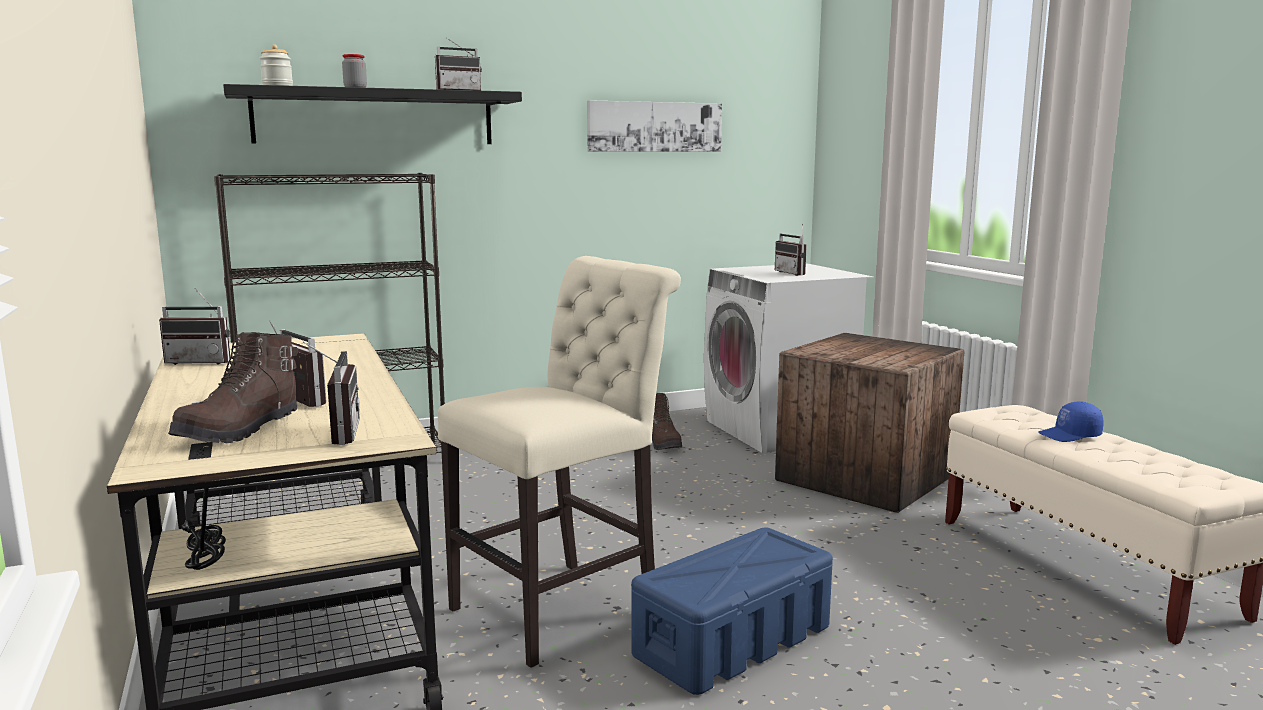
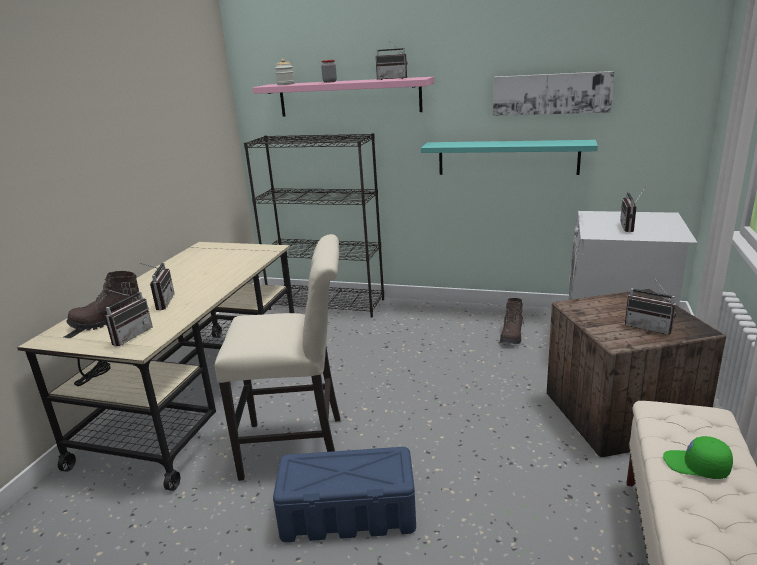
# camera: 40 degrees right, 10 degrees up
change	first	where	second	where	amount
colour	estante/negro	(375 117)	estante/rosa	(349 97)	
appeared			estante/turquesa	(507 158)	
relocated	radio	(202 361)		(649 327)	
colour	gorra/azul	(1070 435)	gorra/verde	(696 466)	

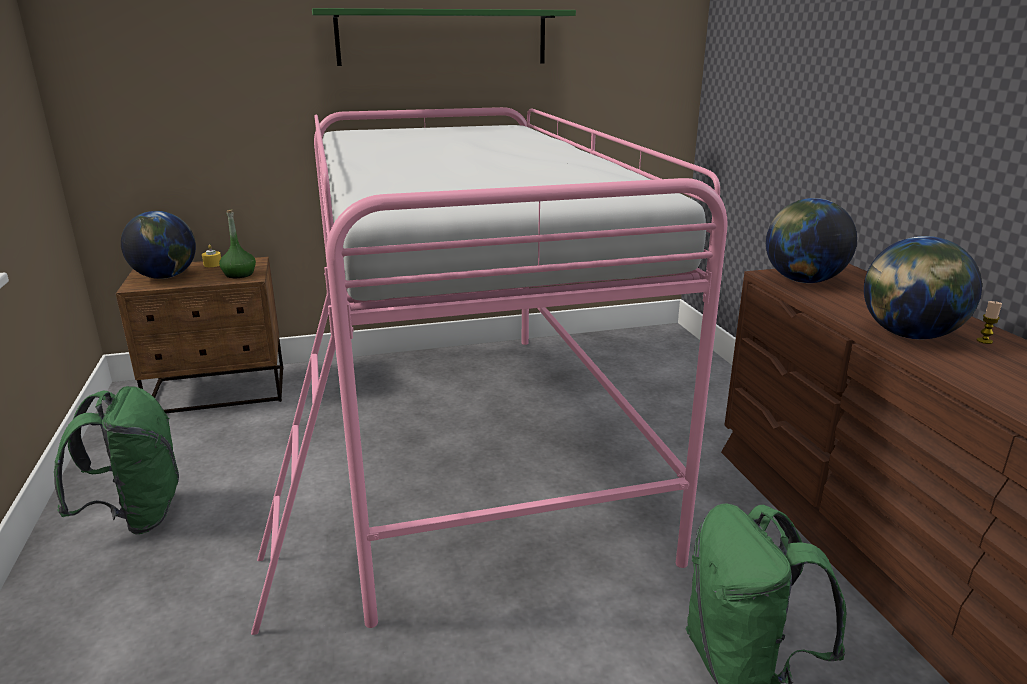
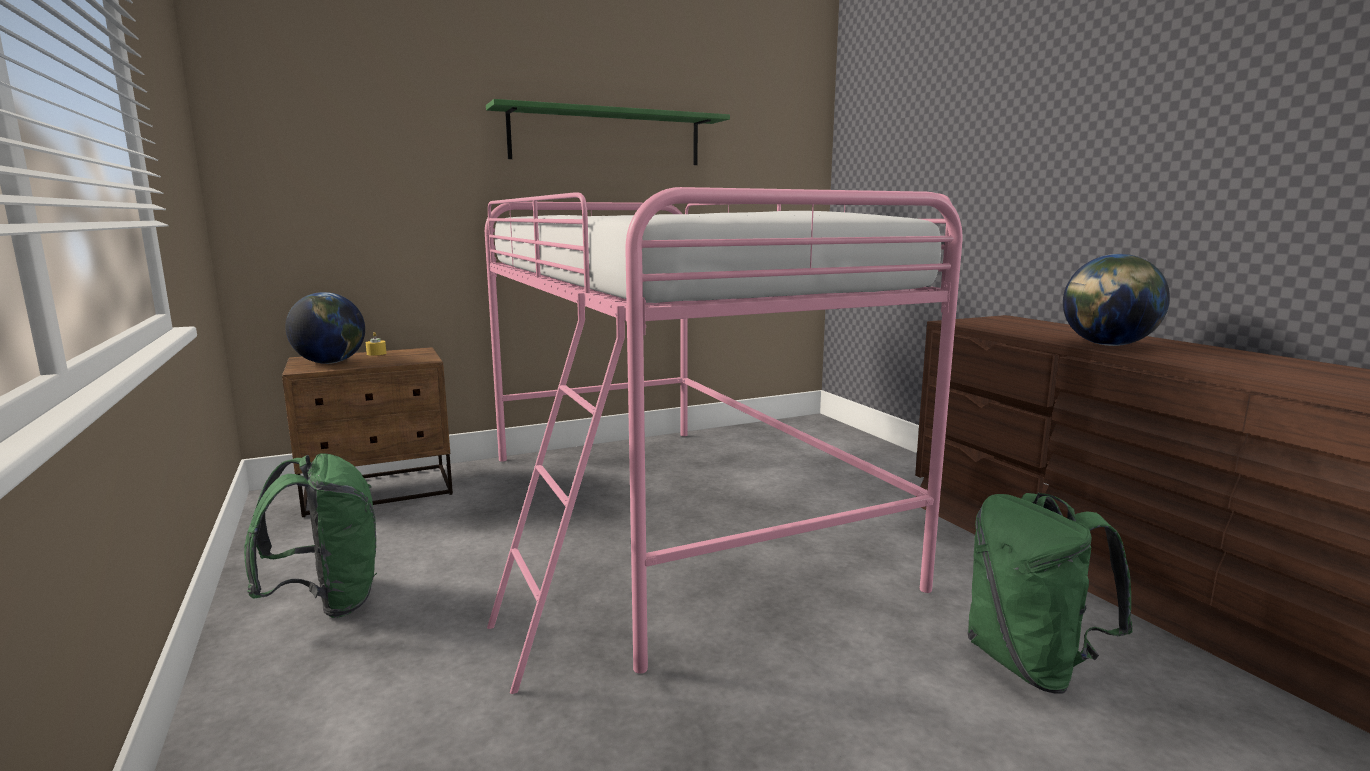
# camera: 10 degrees left, 10 degrees down
change	first	where	second	where	amount
missing	botella/verde	(239 274)			
missing	globo terráqueo	(803 280)			
missing	vela	(984 341)			

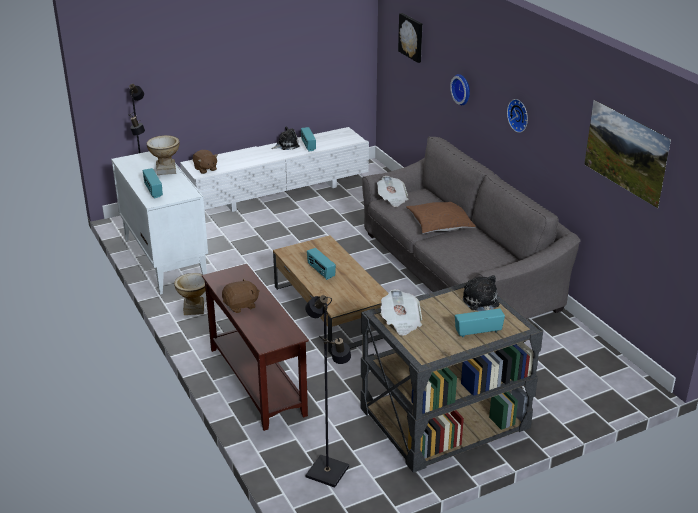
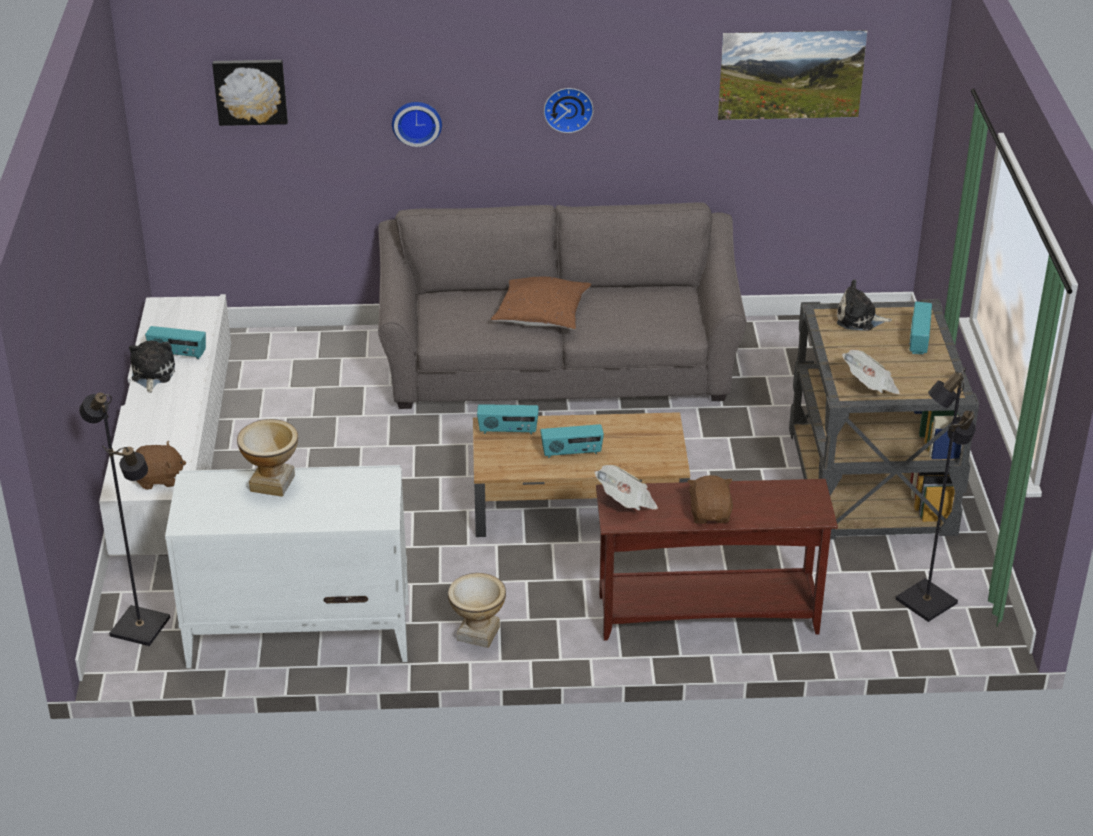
# camera: 65 degrees left, 5 degrees up
change	first	where	second	where	amount
relocated	radio	(153 191)		(508 431)	
relocated	periódico	(392 199)		(626 502)	

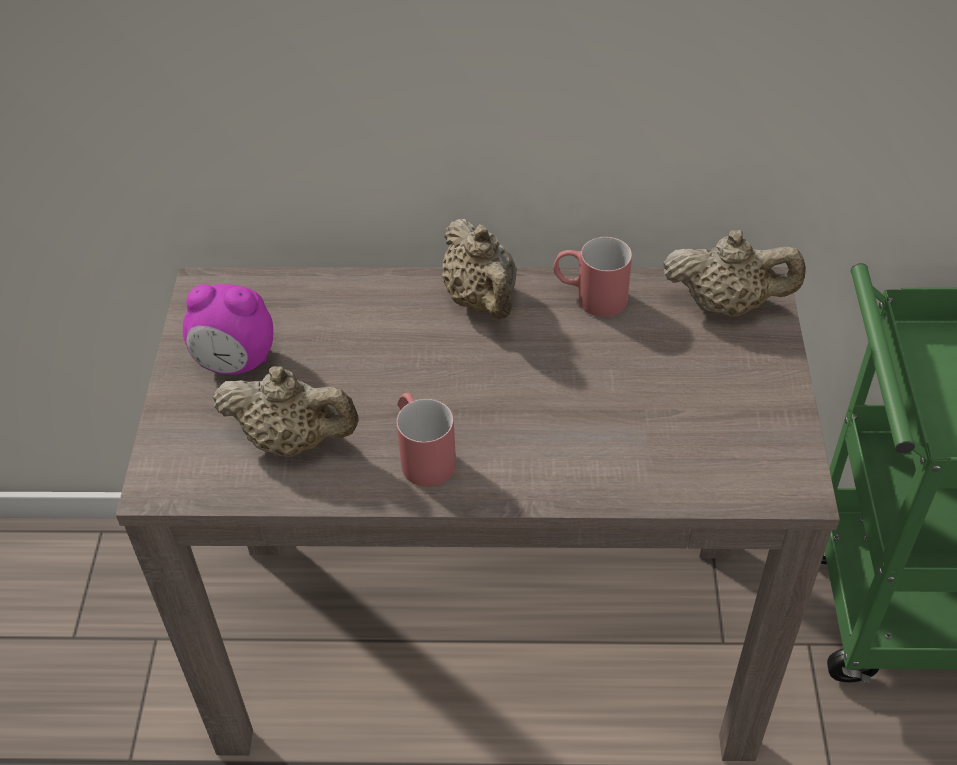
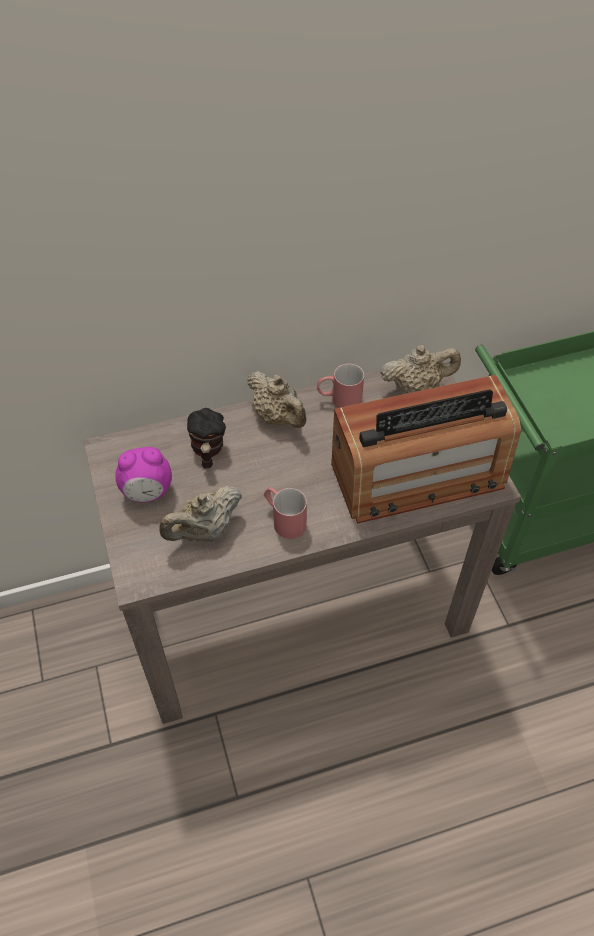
# camera: 20 degrees left, 5 degrees up
change	first	where	second	where	amount
spun	tetera/beis	(293 440)		(204 531)	150 degrees clockwise
appeared			taza grande	(207 451)	
appeared			radio	(418 475)	

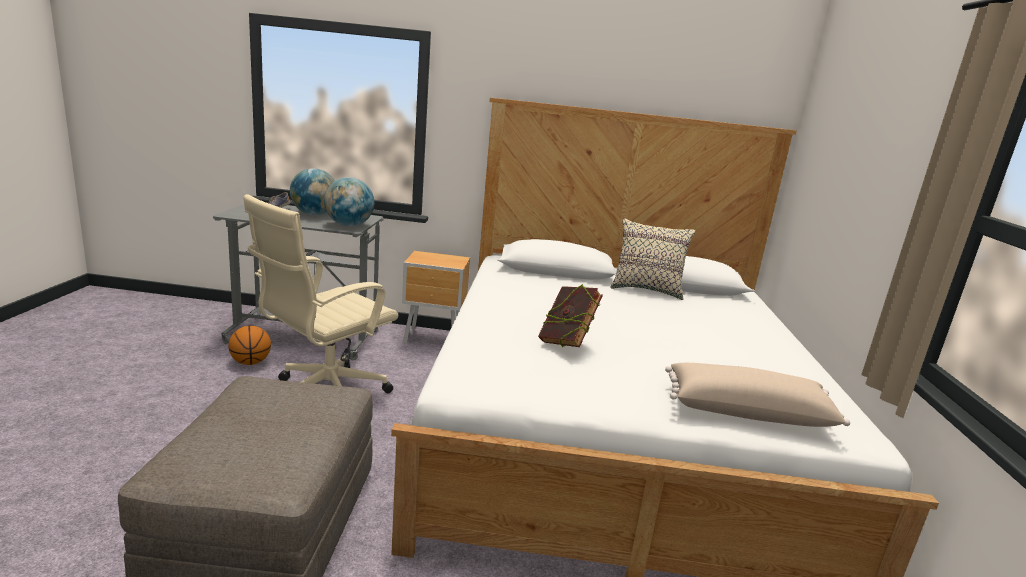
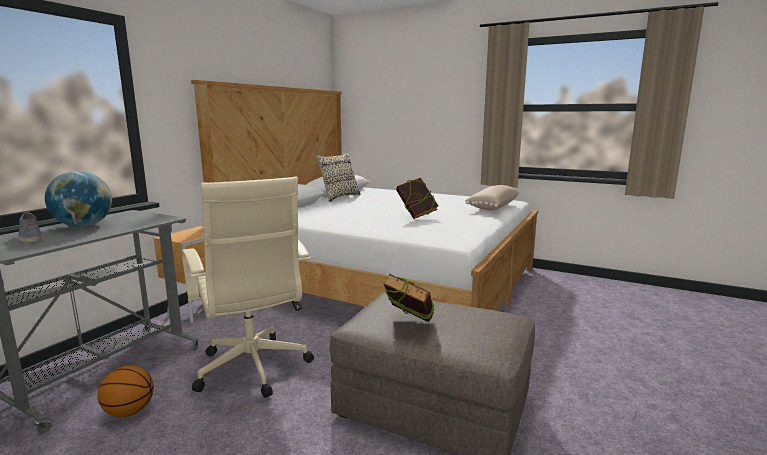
# camera: 65 degrees left, 5 degrees down
change	first	where	second	where	amount
appeared			libro	(409 326)	
missing	globo terráqueo	(349 225)			

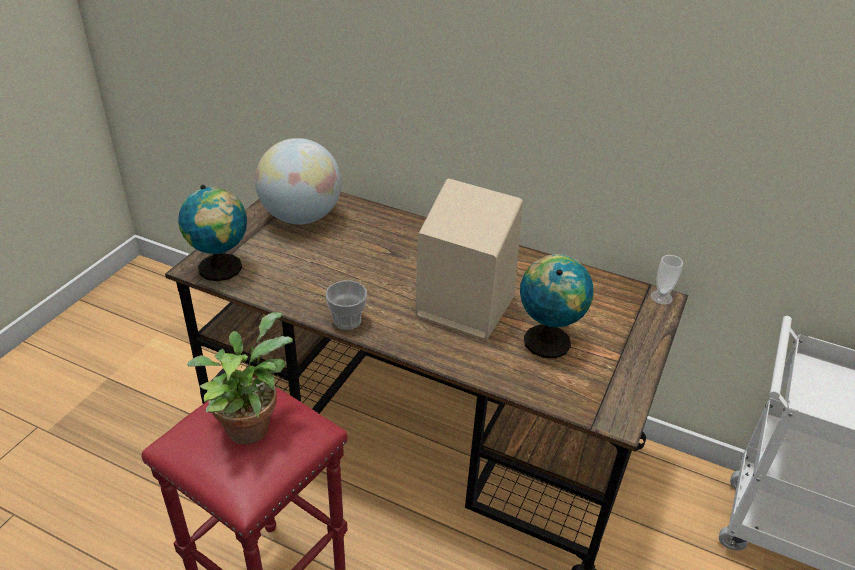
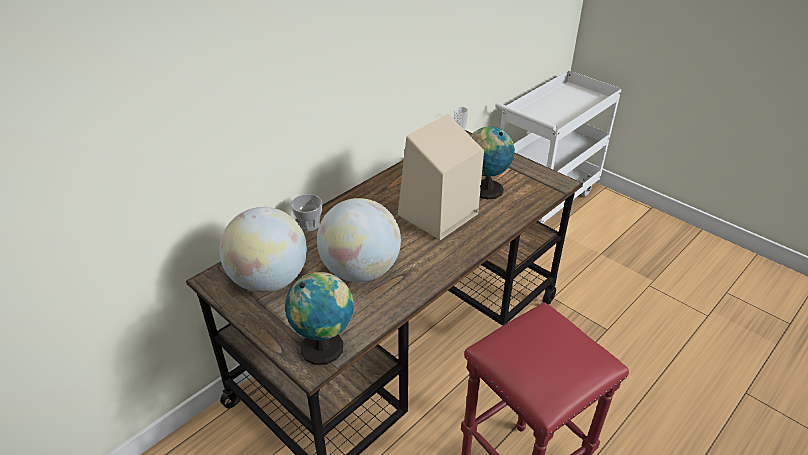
# camera: 70 degrees left, 0 degrees up
change	first	where	second	where	amount
relocated	taza	(347 320)		(309 224)	
appeared			globo terráqueo	(360 271)	
missing	planta en maceta	(249 423)			

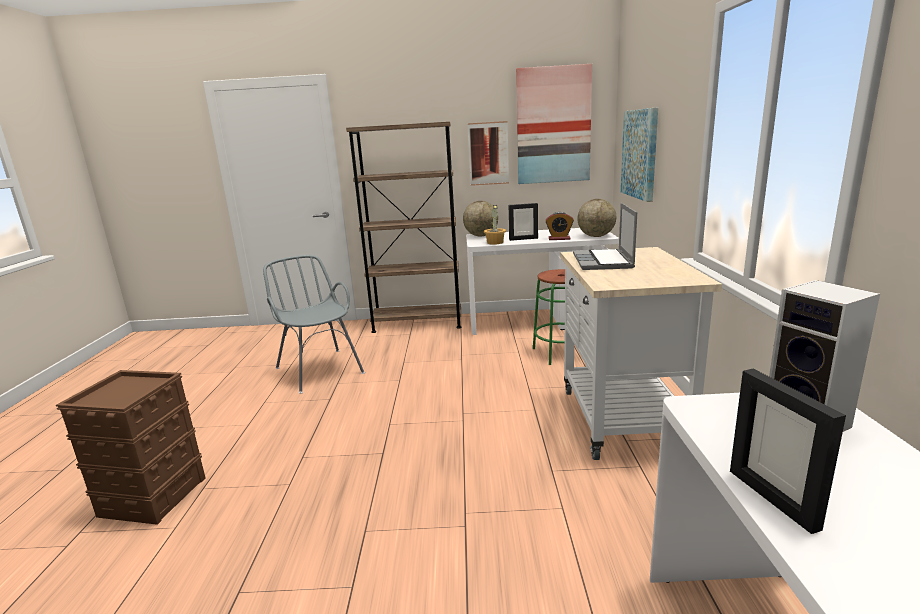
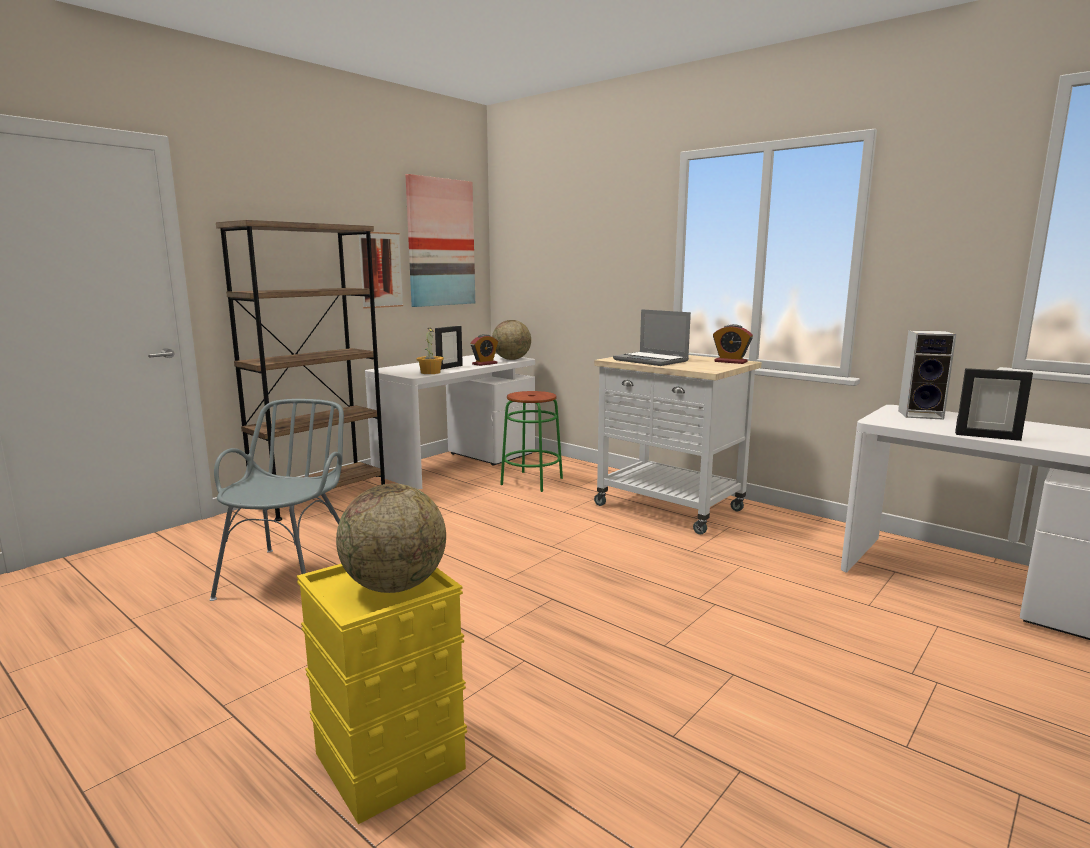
# camera: 50 degrees left, 5 degrees down
change	first	where	second	where	amount
spun	silla/gris	(318 369)		(292 573)	90 degrees clockwise
colour	caja de almacenaje/marrón	(153 496)	caja de almacenaje/amarillo	(387 761)	
relocated	globo terráqueo	(481 236)		(395 586)	
appeared			despertador	(730 362)	
missing	cuadro	(640 154)			

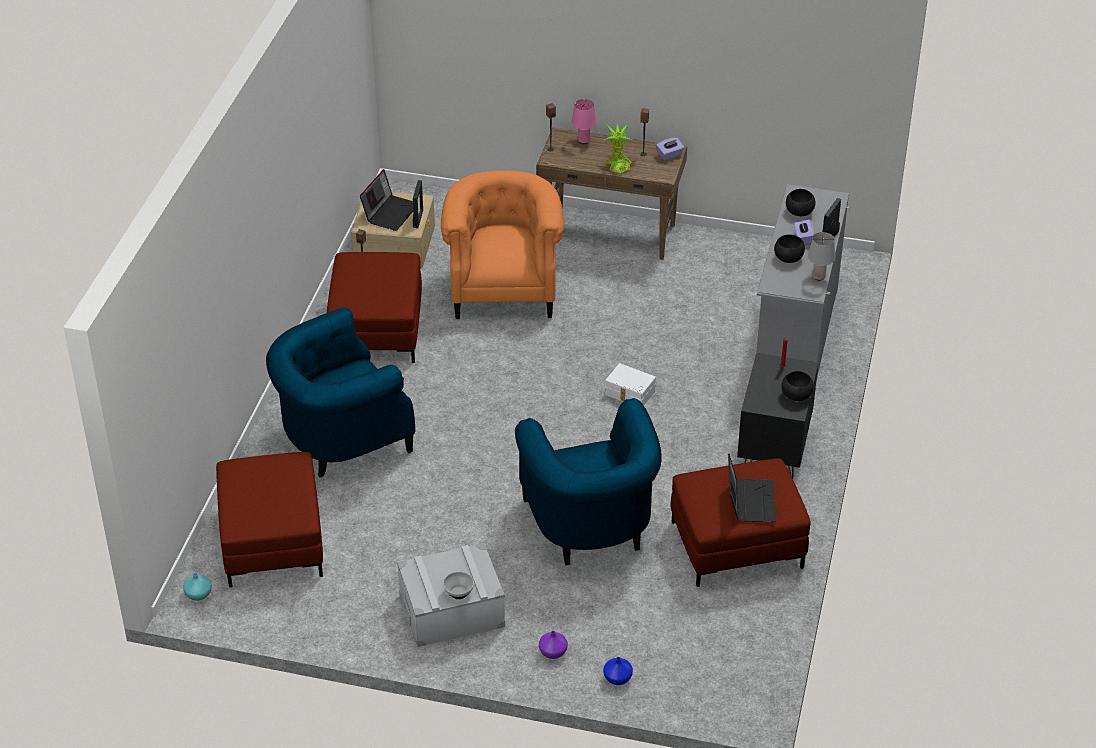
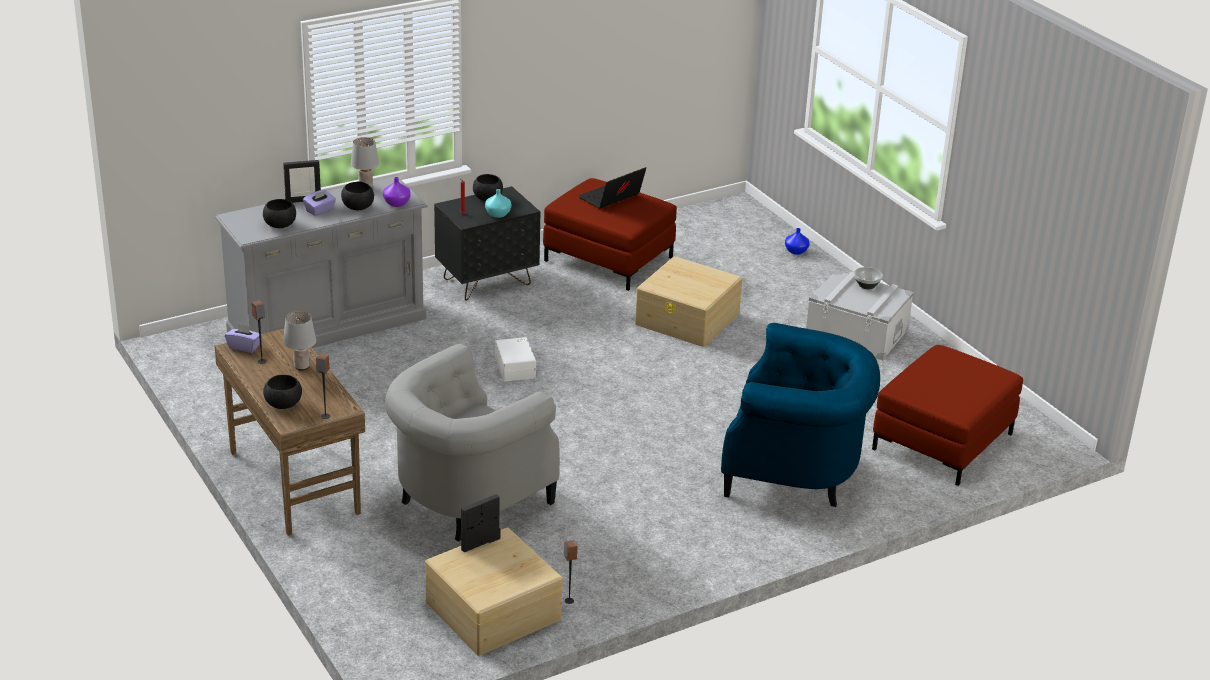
# camera: 135 degrees left, 10 degrees down
change	first	where	second	where	amount
exchanged	lámpara de mesa/rosa	(584 141)	cuenco/negro	(283 404)	
exchanged	planta en maceta	(617 165)	lámpara de mesa/gris	(302 367)	
relocated	florero/morado	(553 652)		(396 203)	
colour	sillón/naranja	(503 287)	sillón/gris	(468 501)	
relocated	florero/turquesa	(199 594)		(497 214)	
exchanged	sillón/azul	(589 526)	caja de almacenaje/beis	(688 319)	
missing	puf/rojo	(377 330)			
missing	portátil	(390 212)			

